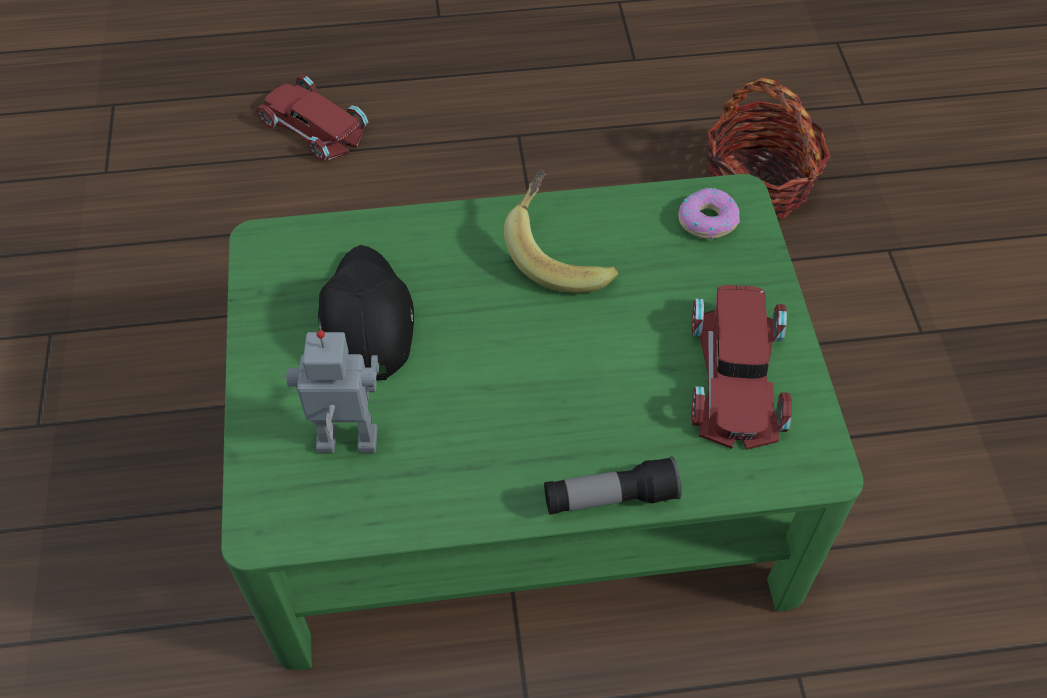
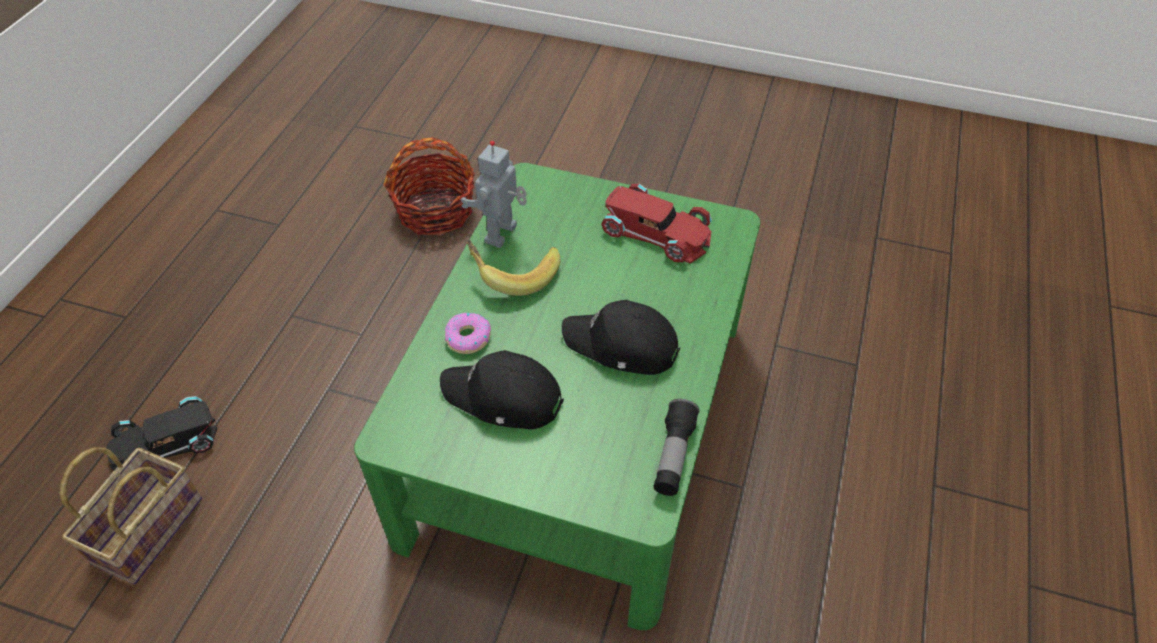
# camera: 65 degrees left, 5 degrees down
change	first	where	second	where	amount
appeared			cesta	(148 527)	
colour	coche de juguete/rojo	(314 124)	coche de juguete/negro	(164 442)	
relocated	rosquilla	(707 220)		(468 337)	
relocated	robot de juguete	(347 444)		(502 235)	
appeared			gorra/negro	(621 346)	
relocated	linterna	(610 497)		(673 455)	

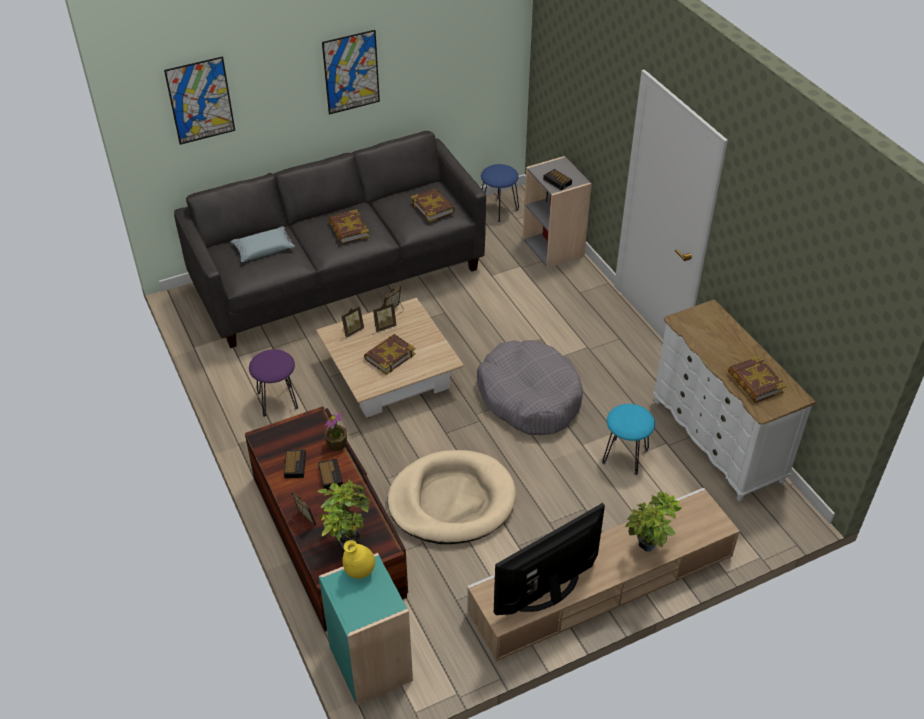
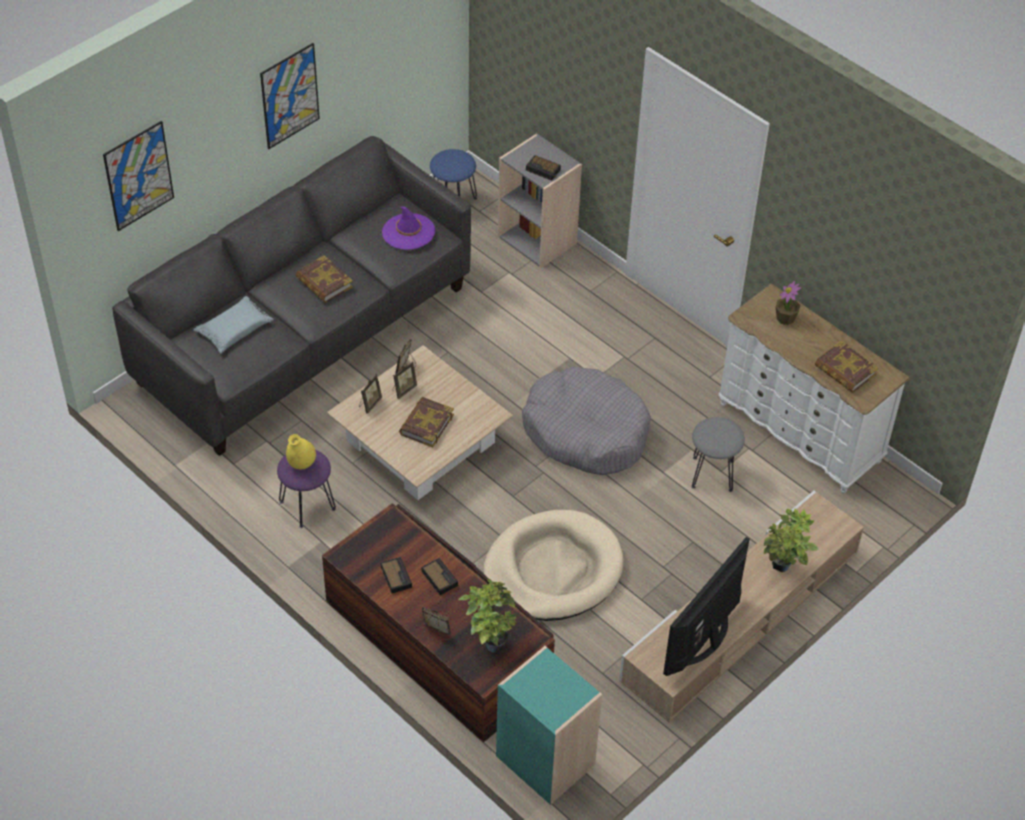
# camera: 20 degrees left, 5 degrees up
change	first	where	second	where	amount
relocated	florero/amarillo	(359 571)		(301 464)	
exchanged	libro	(433 208)	sombrero/morado	(408 232)	
colour	taburete/turquesa	(625 456)	taburete/gris	(712 474)	
relocated	planta en maceta	(337 445)		(785 318)	

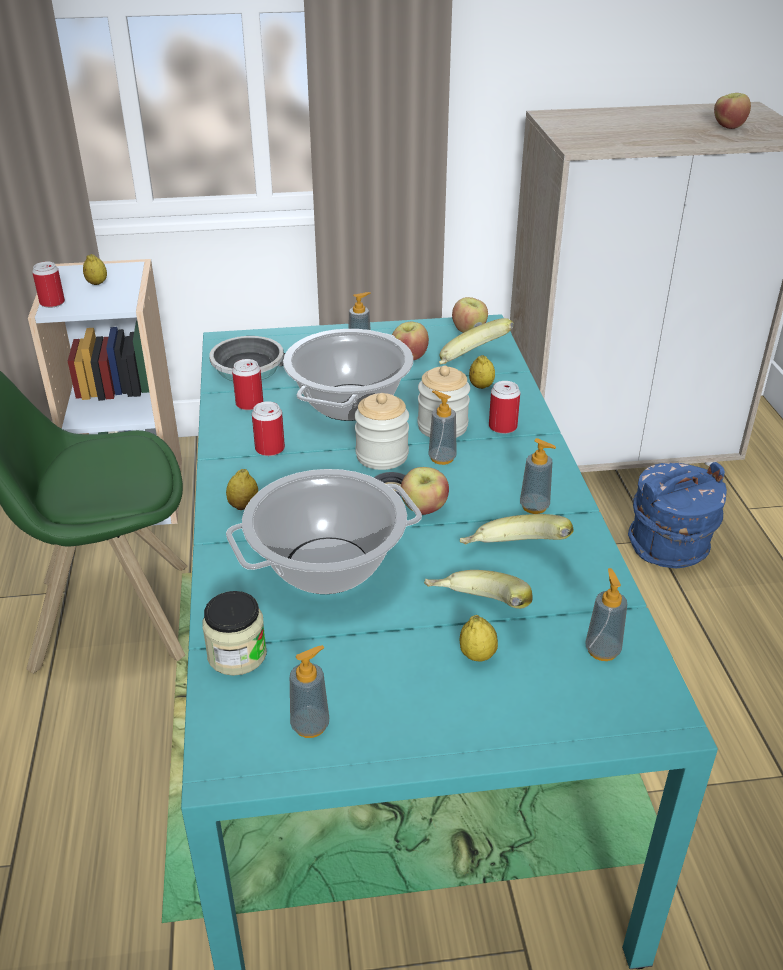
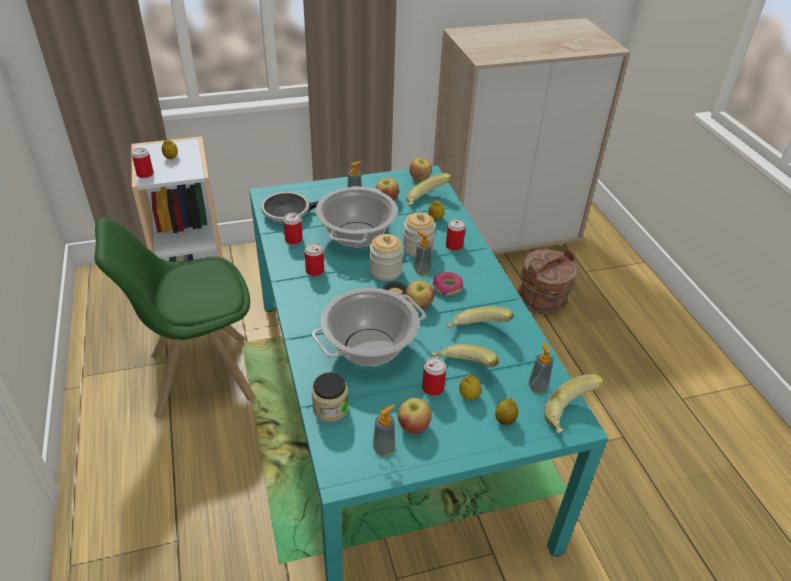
# camera: 10 degrees left, 5 degrees up
change	first	where	second	where	amount
relocated	manzana	(728 126)		(413 426)	
appeared			lata	(433 388)	
appeared			rosquilla	(447 287)	
relocated	limón	(243 506)		(505 420)	
colour	cubo/azul	(669 547)	cubo/marrón	(542 301)	
appeared			plátano	(571 416)	
missing	dispensador de jabón	(534 506)			

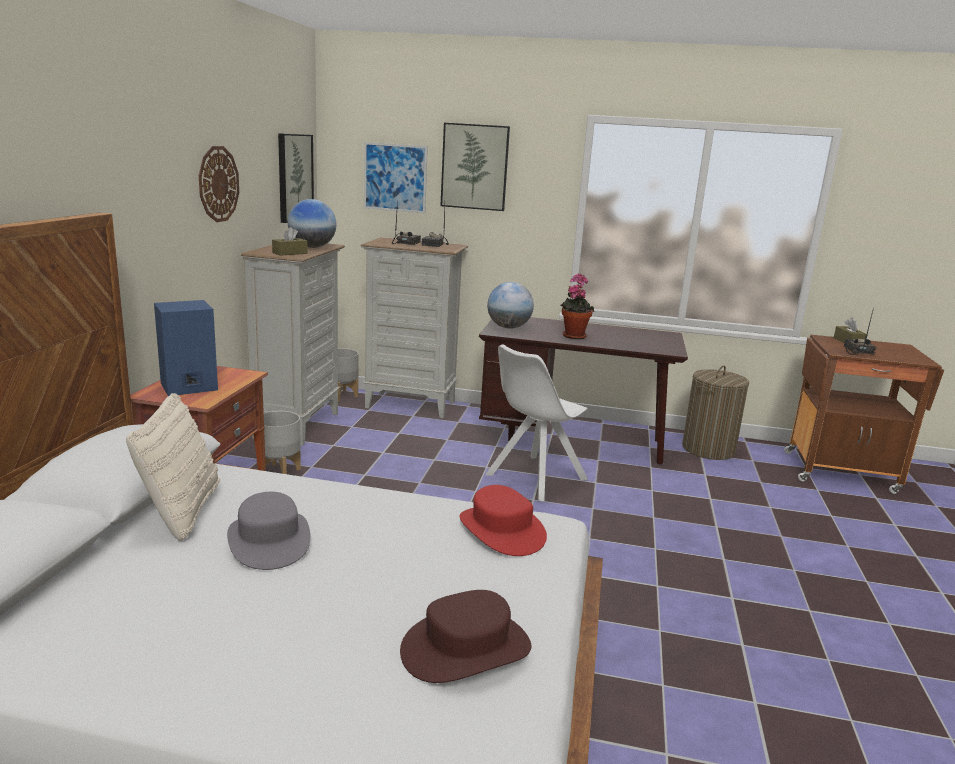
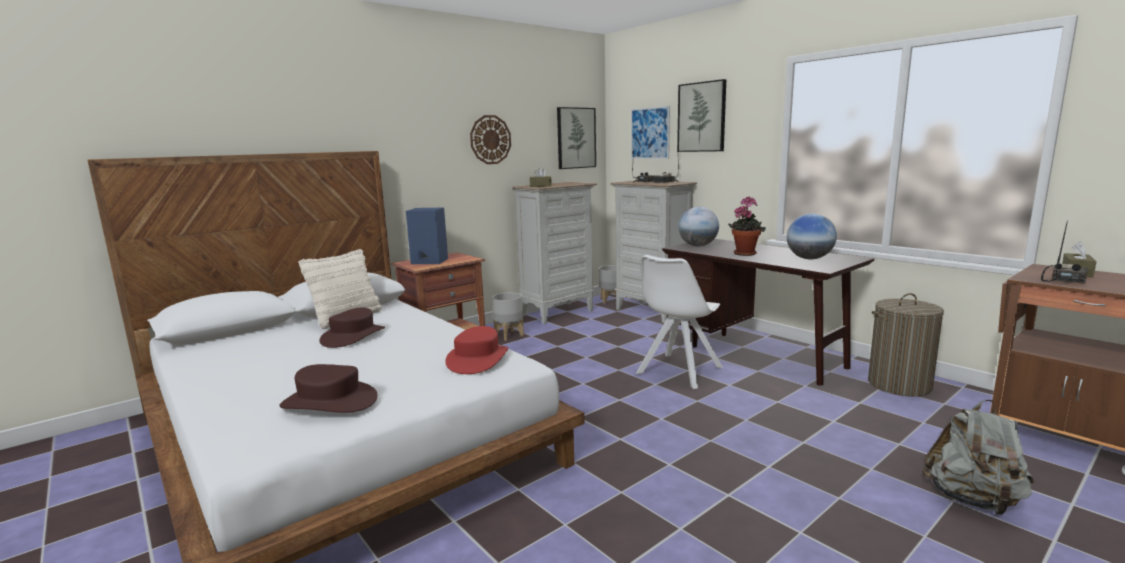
# camera: 40 degrees right, 5 degrees down
change	first	where	second	where	amount
colour	sombrero/gris	(269 540)	sombrero/marrón	(353 336)	
spun	silla/blanco	(534 478)		(678 371)	45 degrees counterclockwise
relocated	globo terráqueo	(312 247)		(809 259)	
appeared			mochila/gris	(973 500)	

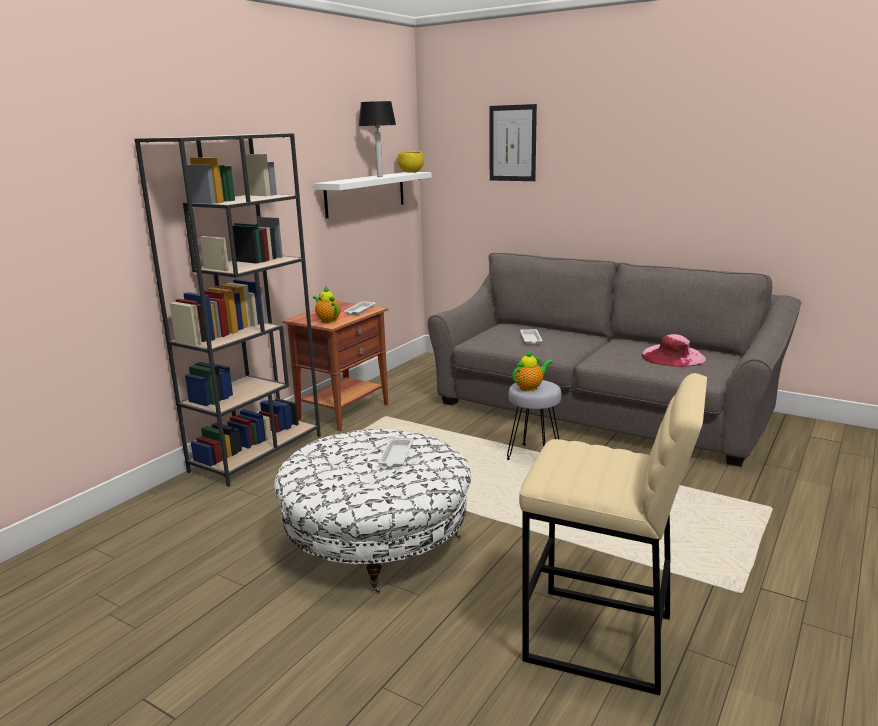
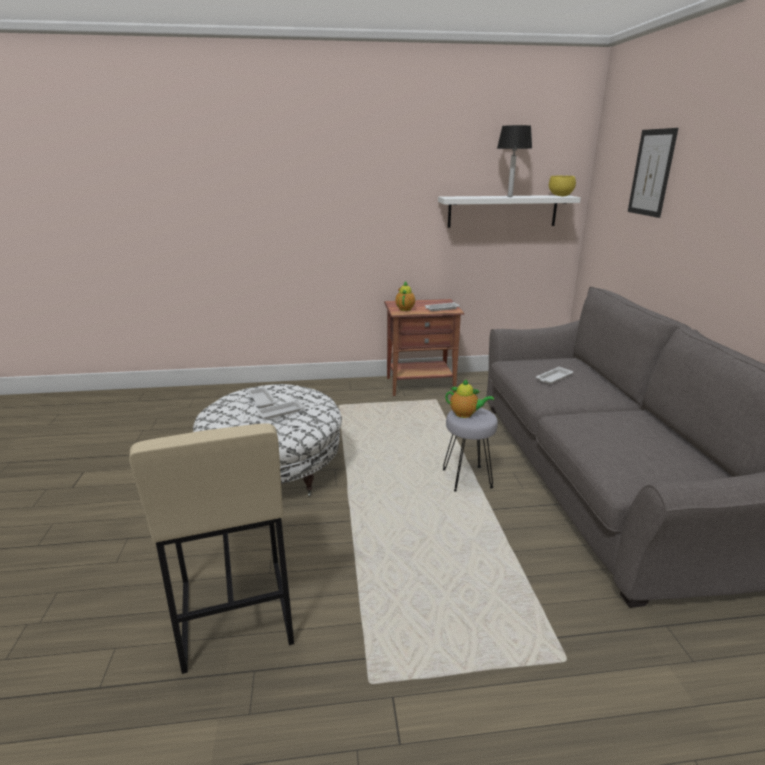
# camera: 50 degrees right, 5 degrees up
change	first	where	second	where	amount
appeared			bandeja/blanco	(262 399)	
missing	estantería	(257 452)			
missing	sombrero/rosa	(672 356)			

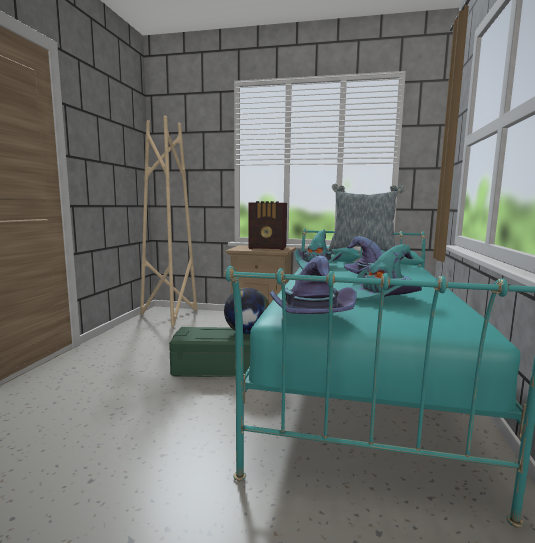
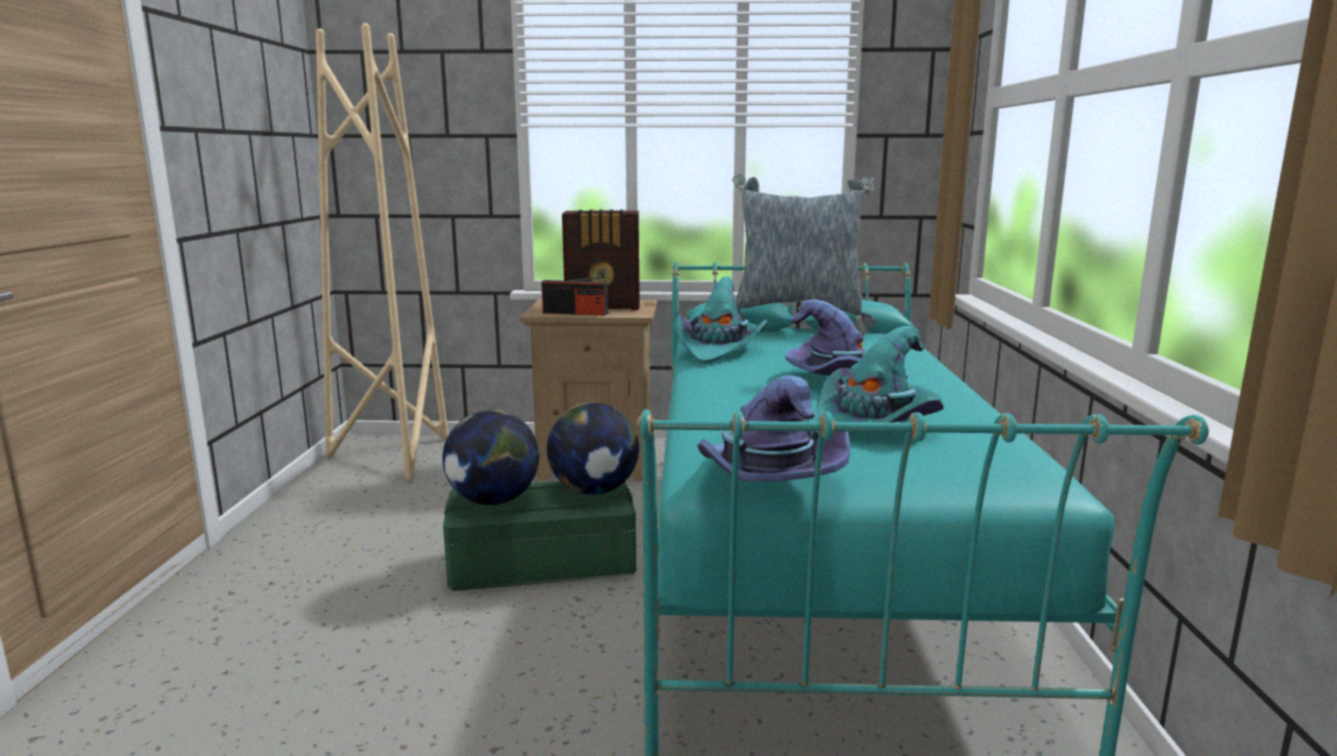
# camera: 10 degrees left, 5 degrees up
change	first	where	second	where	amount
appeared			globo terráqueo	(494 501)	
appeared			radio	(575 313)	

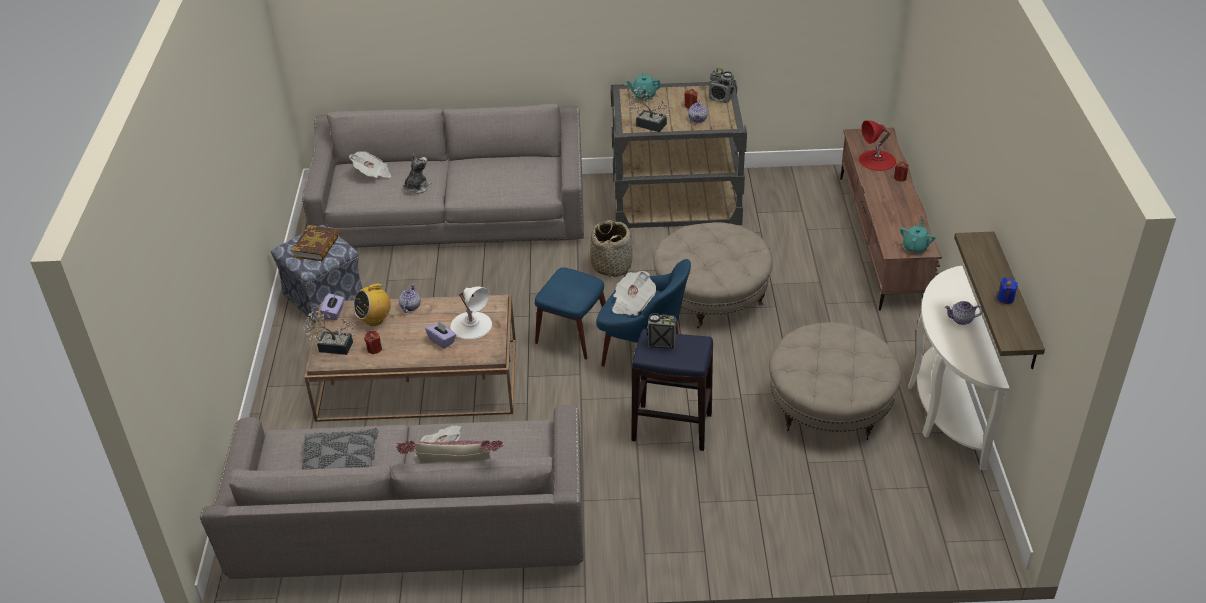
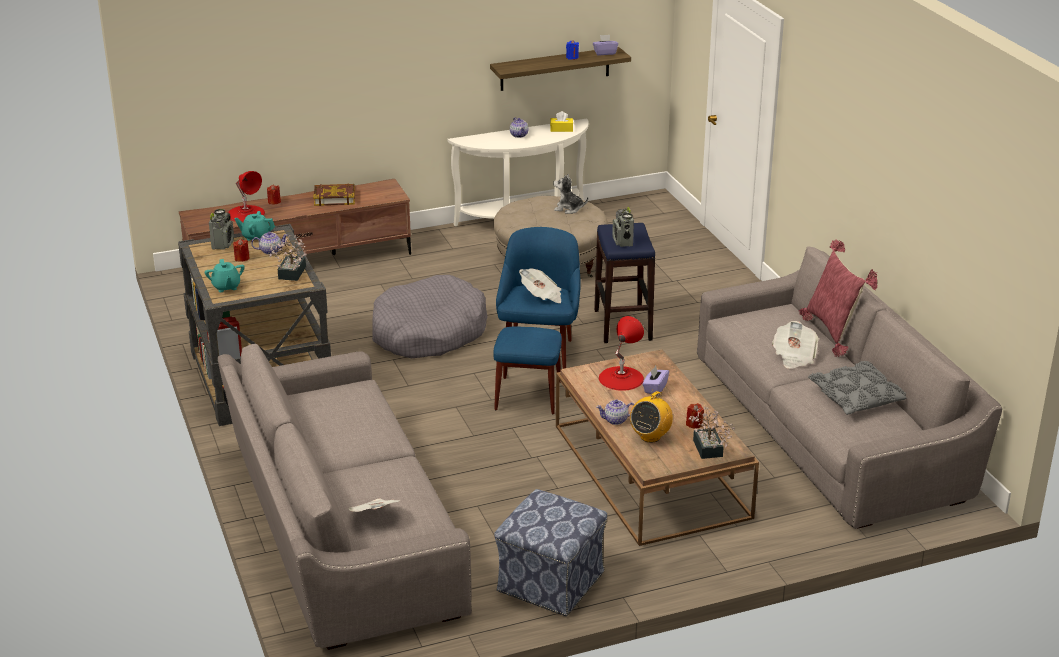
# camera: 110 degrees left, 10 degrees down
change	first	where	second	where	amount
relocated	tetera/turquesa	(915 247)		(256 237)	
relocated	libro	(317 246)		(334 198)	
exchanged	puf/beis	(711 296)	cama para perro/gris	(428 332)	
appeared			caja de pañuelos/amarillo	(561 129)	
relocated	peluche	(417 187)		(568 209)	
relocated	caja de pañuelos/morado	(334 313)		(605 53)	
colour	lámpara de mesa/blanco	(471 325)	lámpara de mesa/rojo	(621 378)	
spun	radio	(374 319)		(650 436)	90 degrees clockwise
missing	cesta	(612 265)			

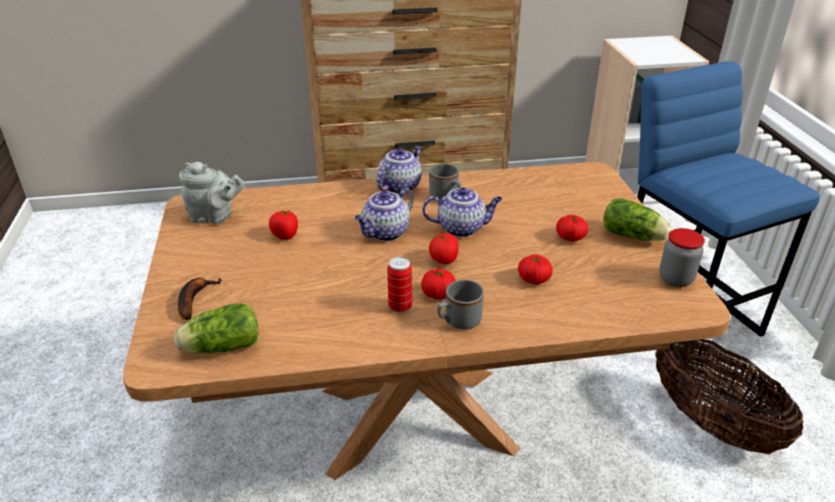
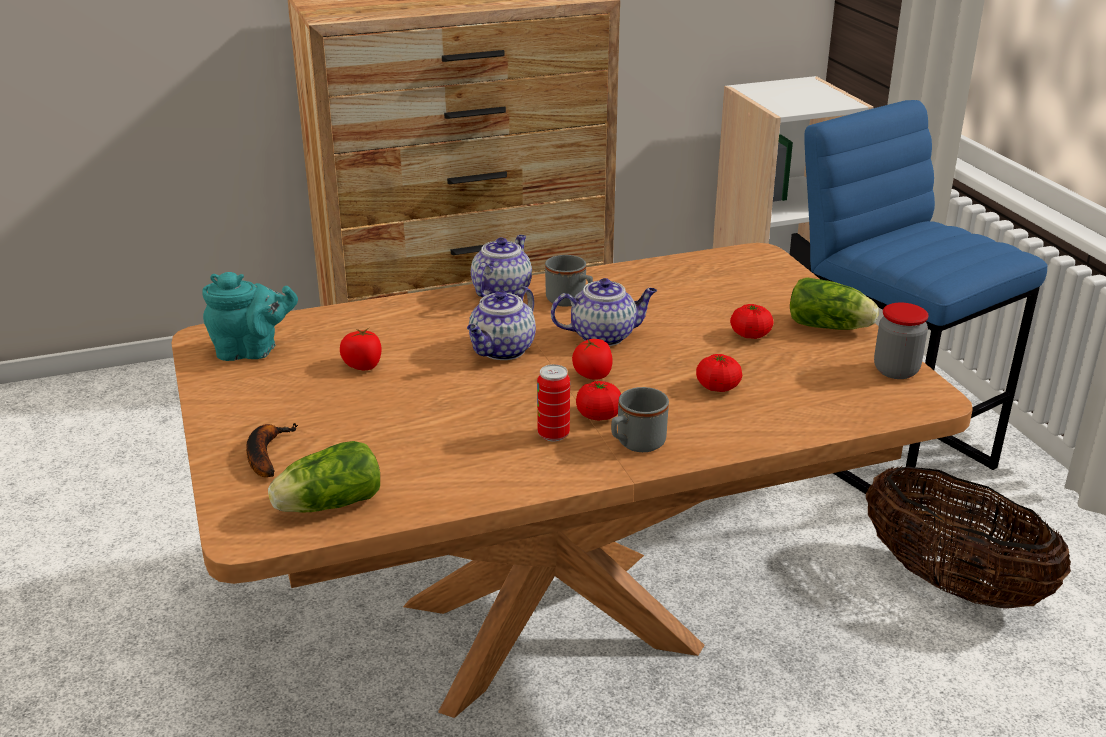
# camera: 10 degrees left, 5 degrees down
change	first	where	second	where	amount
colour	tetera/gris	(215 217)	tetera/turquesa	(251 351)	

